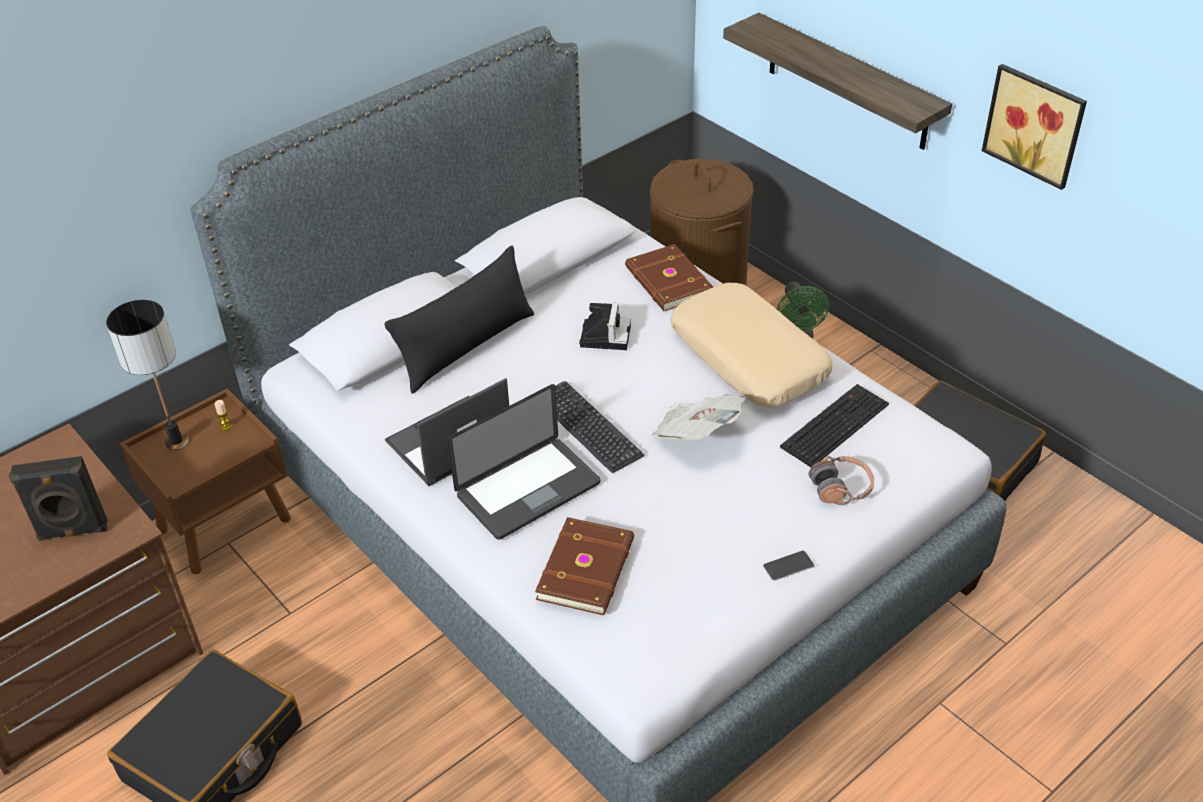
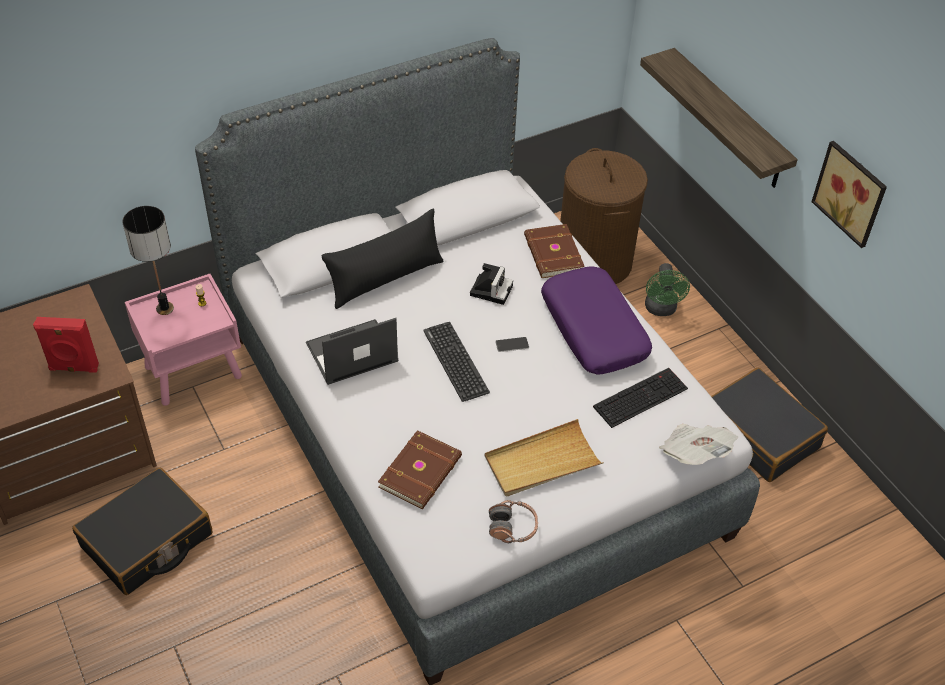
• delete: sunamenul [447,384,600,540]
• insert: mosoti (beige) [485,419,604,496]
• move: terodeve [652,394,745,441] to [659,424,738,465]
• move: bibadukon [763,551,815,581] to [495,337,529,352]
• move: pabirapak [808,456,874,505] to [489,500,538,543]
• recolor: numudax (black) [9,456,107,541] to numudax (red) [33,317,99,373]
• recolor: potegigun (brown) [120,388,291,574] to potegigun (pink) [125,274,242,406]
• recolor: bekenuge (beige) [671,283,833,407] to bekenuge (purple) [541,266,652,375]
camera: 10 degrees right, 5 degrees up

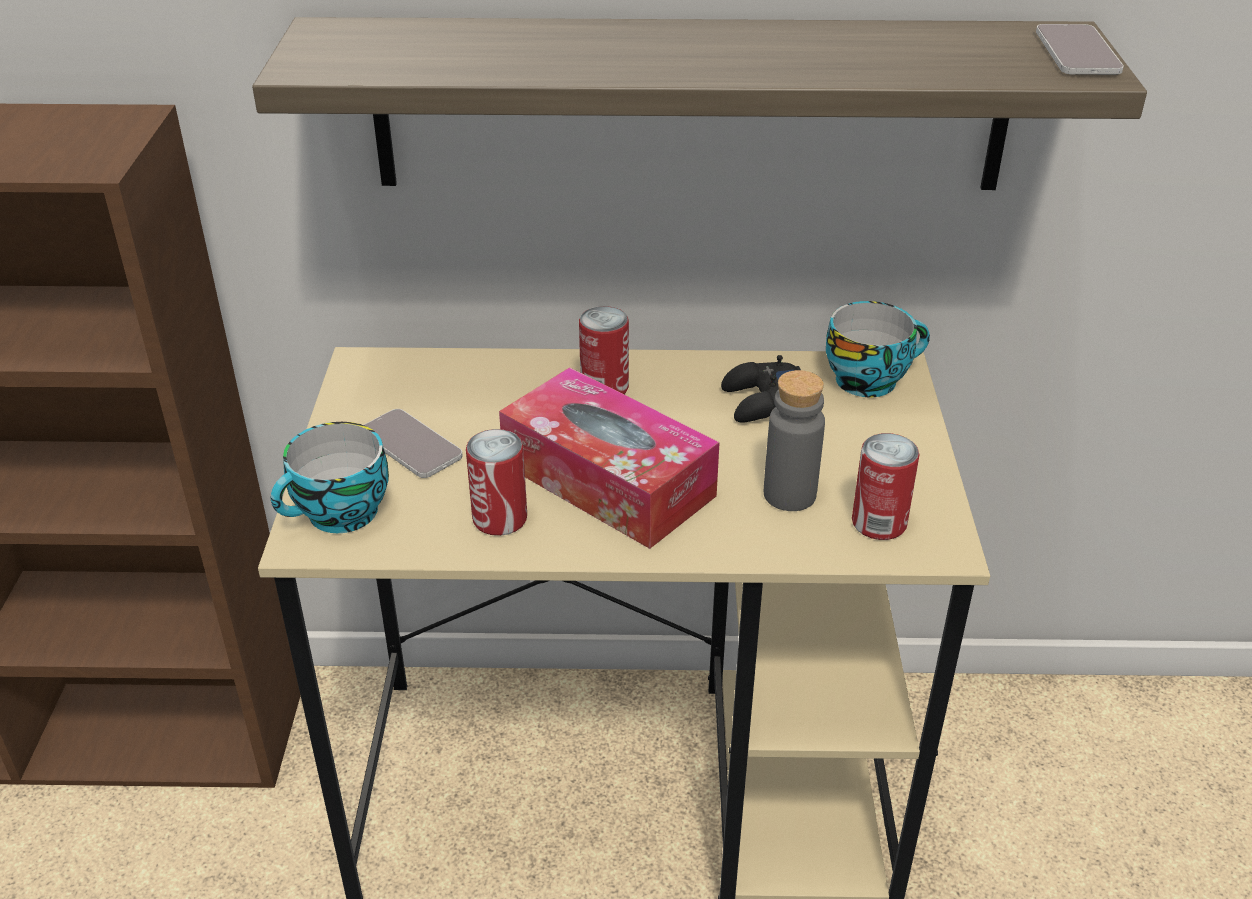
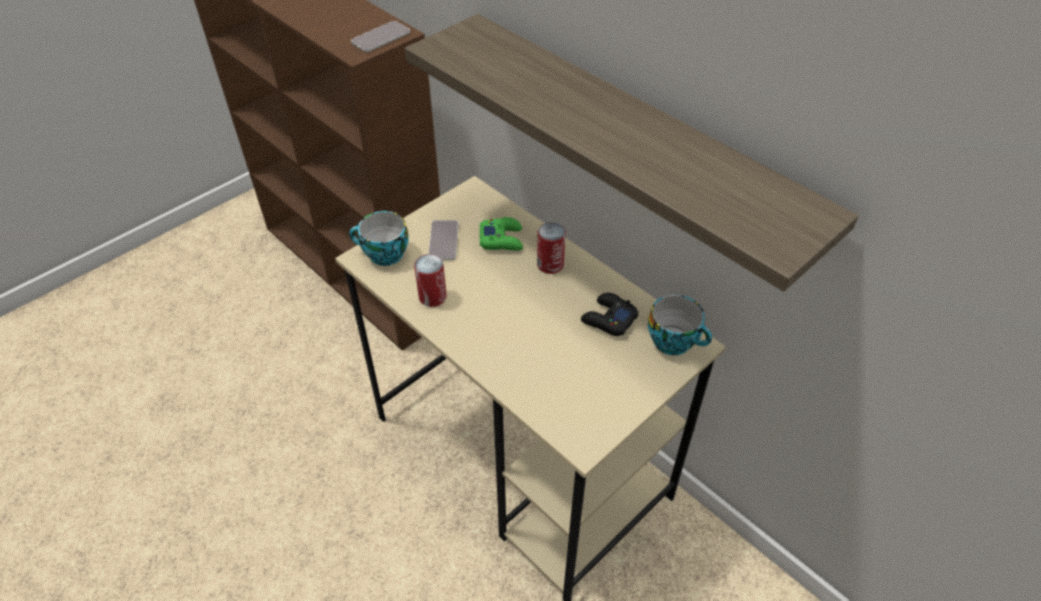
• delete: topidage [499,367,720,549]
• delete: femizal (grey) [764,370,825,511]
• delete: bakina [852,433,920,540]
• insert: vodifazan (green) [480,217,523,251]
• move: bibadukon [1036,24,1124,75] to [351,21,410,52]
camera: 45 degrees right, 10 degrees up

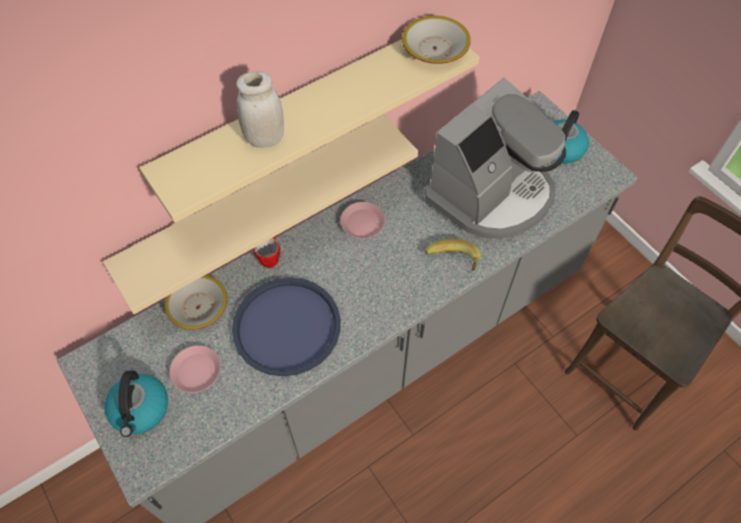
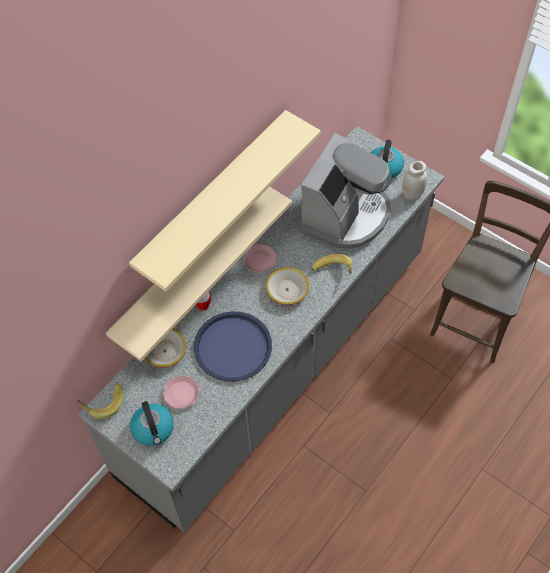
• insert: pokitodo [77,383,124,419]
• move: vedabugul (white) [236,71,284,148] to [402,161,427,200]
• move: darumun [402,16,471,64] to [266,267,309,305]
camera: 15 degrees left, 0 degrees up

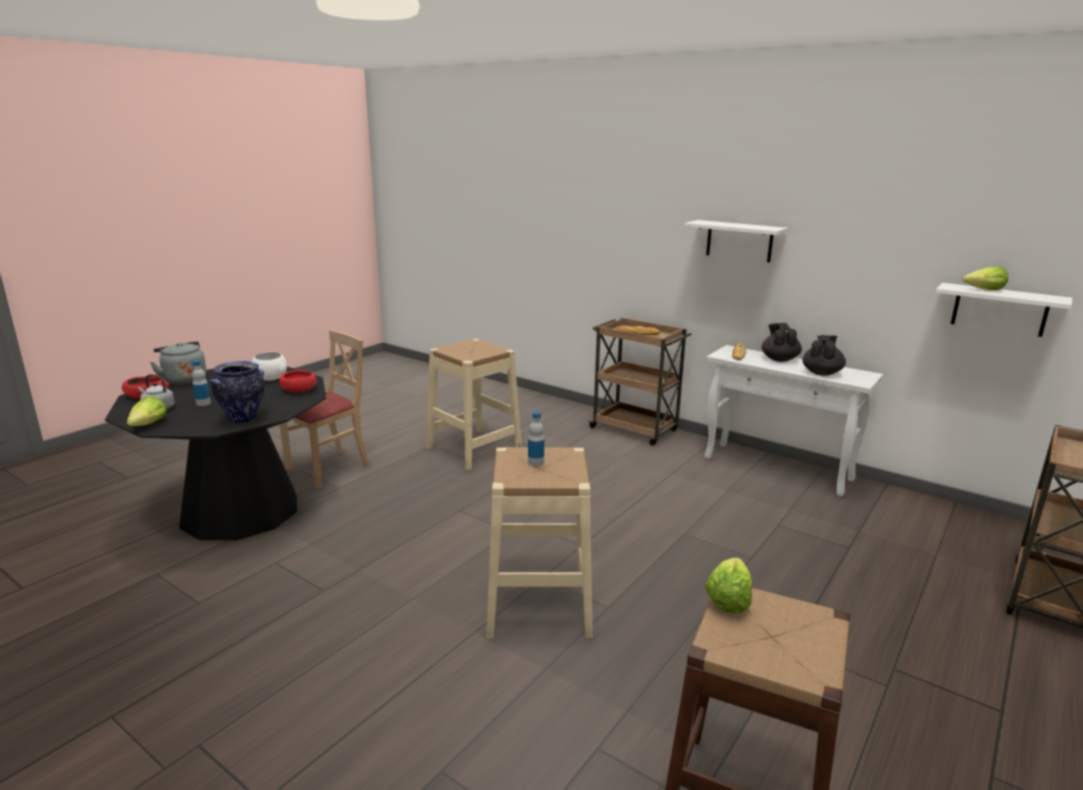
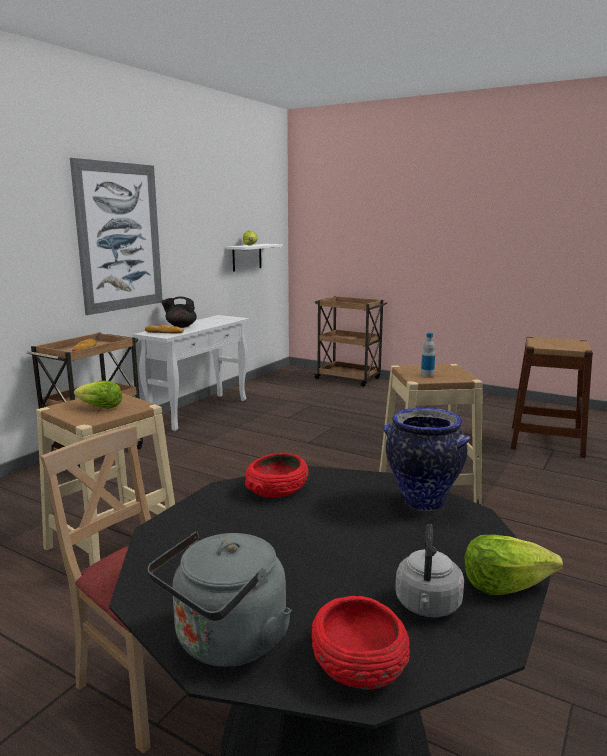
• delete: femizal [192,360,211,406]
• delete: darumun (white) [252,352,287,381]
• delete: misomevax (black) [803,335,846,376]
• move: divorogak [705,558,752,614] to [74,381,122,409]
• replace: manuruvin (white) [685,220,788,263] to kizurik [70,158,163,315]
camera: 95 degrees left, 5 degrees down

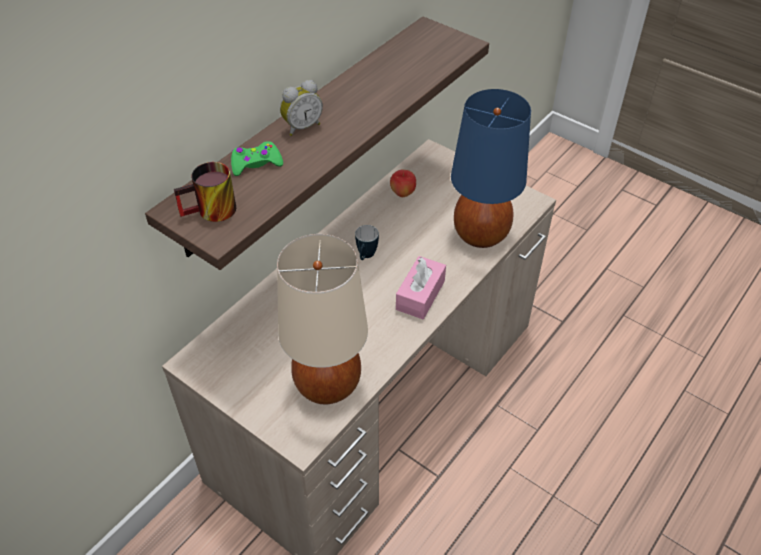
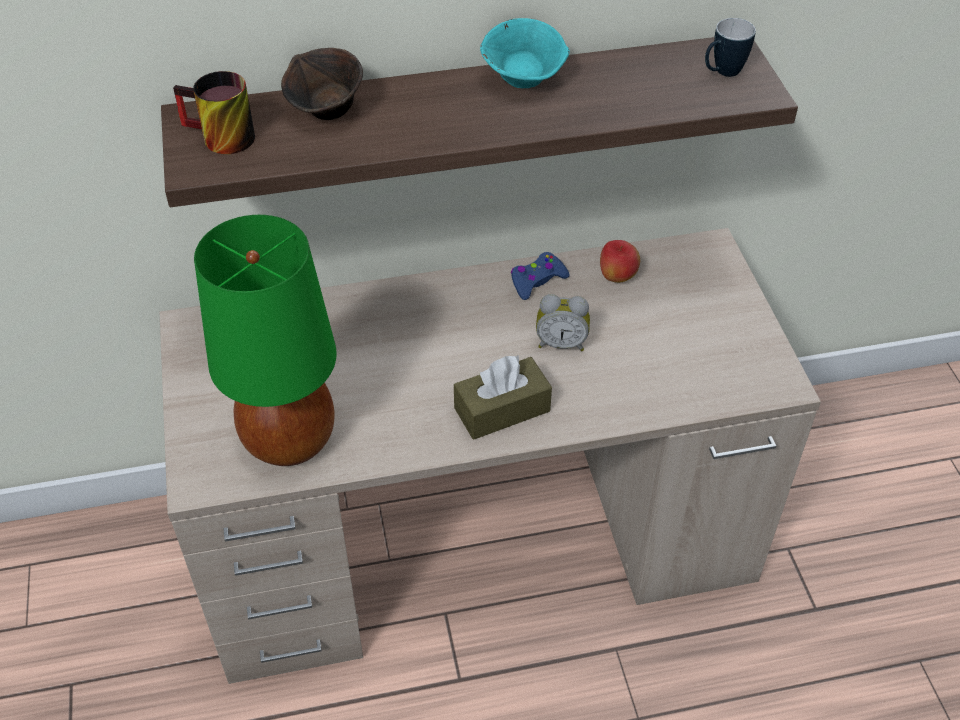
• delete: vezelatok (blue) [451,89,531,248]
• insert: darumun (turquoise) [480,18,570,88]
• insert: vodifazan (blue) [511,252,570,300]
• move: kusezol [280,80,323,136] to [536,294,590,351]
• move: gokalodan [355,225,379,260] to [705,18,756,77]
• replace: vodifazan (green) [231,141,283,176] to darumun (brown) [281,48,363,120]
• recolor: vezelatok (beige) [277,234,368,404] to vezelatok (green) [194,215,337,466]
• recolor: topidage (pink) [396,256,446,319] to topidage (brown) [454,355,552,440]
camera: 40 degrees right, 0 degrees up

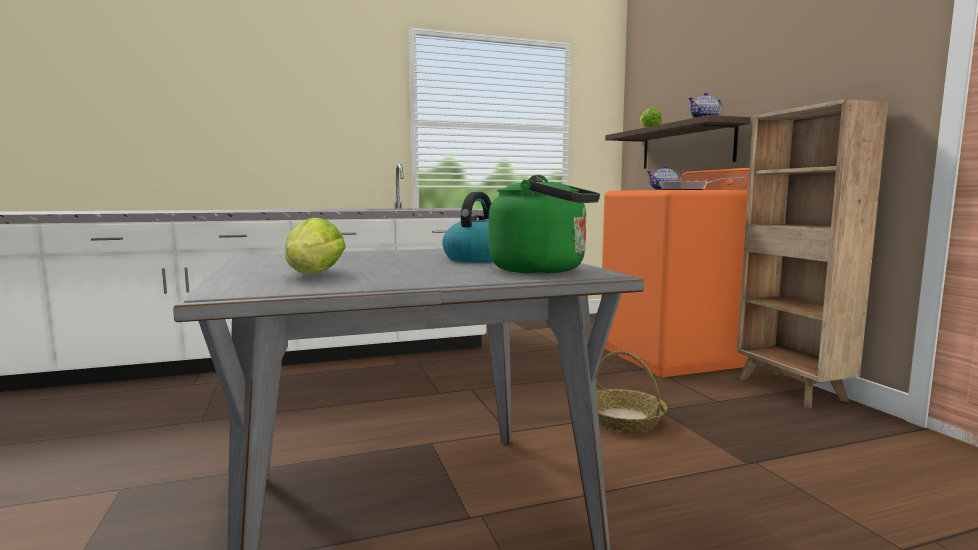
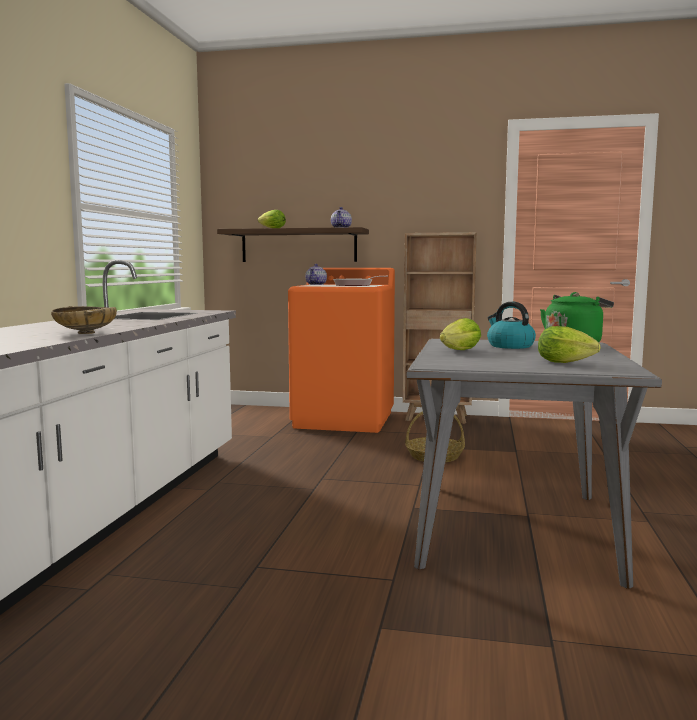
• insert: darumun (beige) [51,306,117,334]
• insert: divorogak [440,318,481,350]
camera: 60 degrees left, 0 degrees up

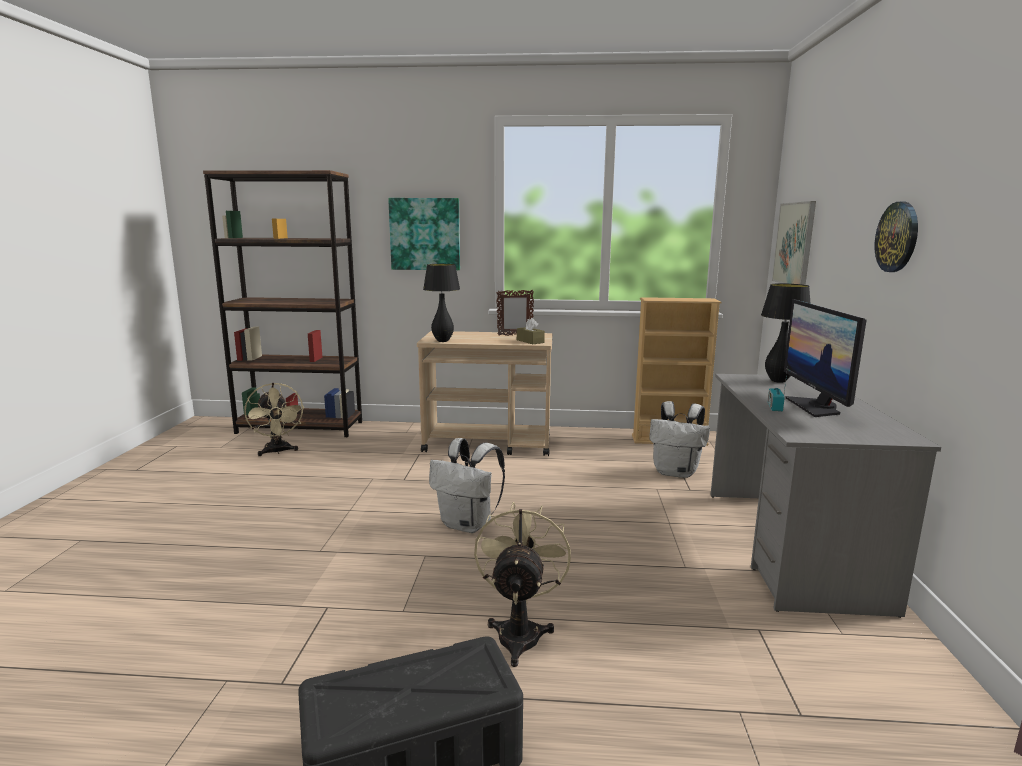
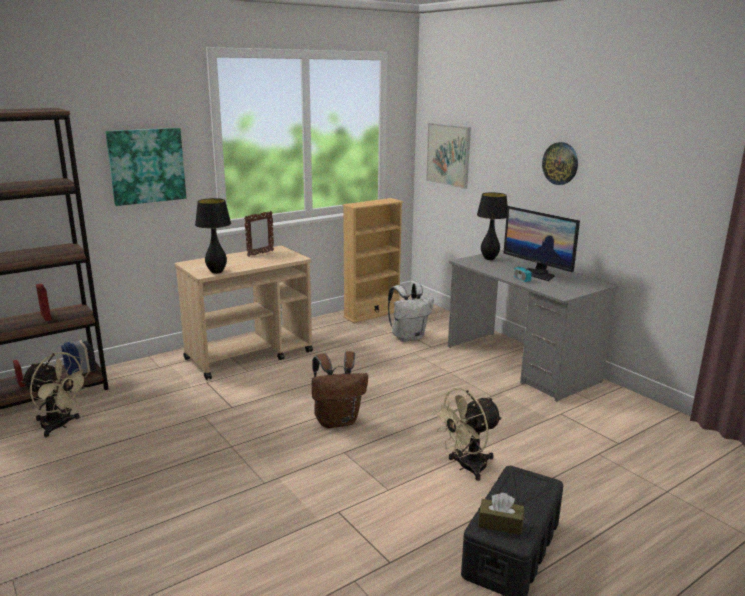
• move: topidage (brown) [517,318,545,344] to [478,493,524,535]
• recolor: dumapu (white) [429,438,505,533] to dumapu (brown) [311,351,368,428]
• rotate: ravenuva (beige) [474,502,571,667] = [432,388,502,481] 90 degrees counterclockwise
camera: 40 degrees left, 5 degrees up

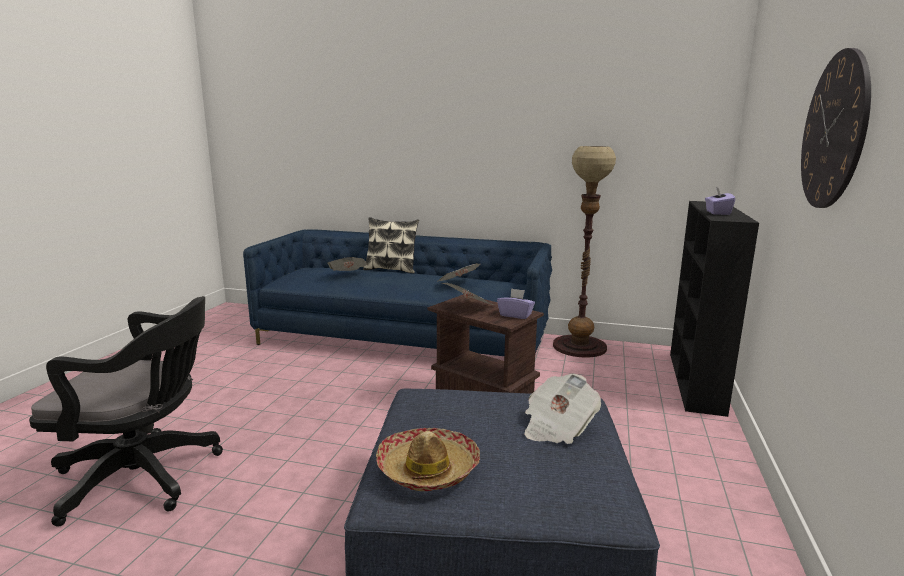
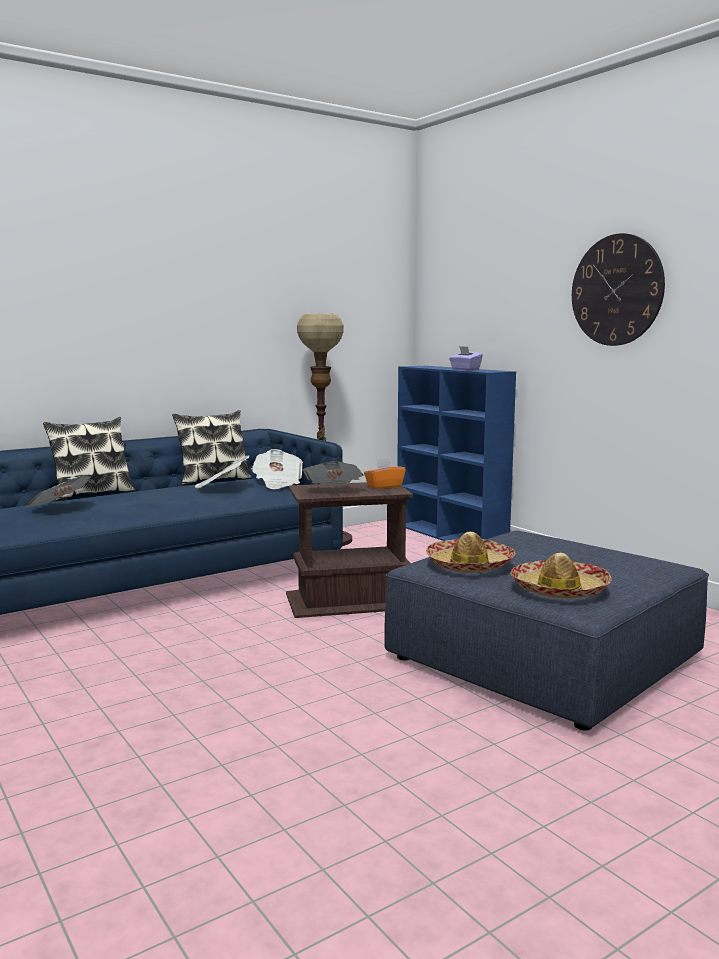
• delete: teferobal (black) [29,296,223,527]
• insert: bekenuge [172,410,251,485]
• insert: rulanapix [426,532,515,573]
• move: terodeve [524,374,601,444] to [252,449,303,489]
• recolor: topidage (purple) [497,288,535,319] to topidage (orange) [364,457,406,489]
• recolor: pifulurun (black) [670,201,759,417] to pifulurun (blue) [397,366,516,541]
camera: 50 degrees left, 5 degrees down

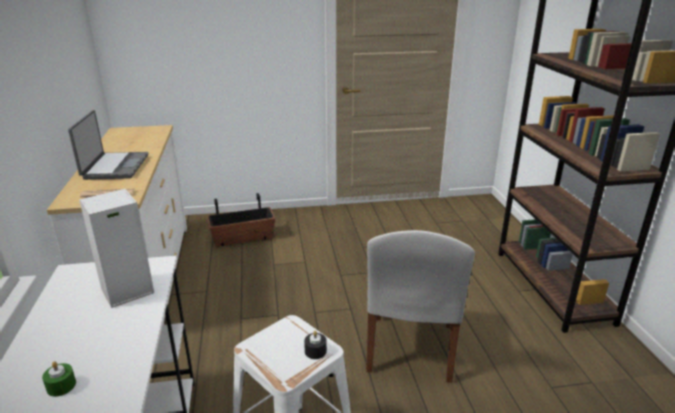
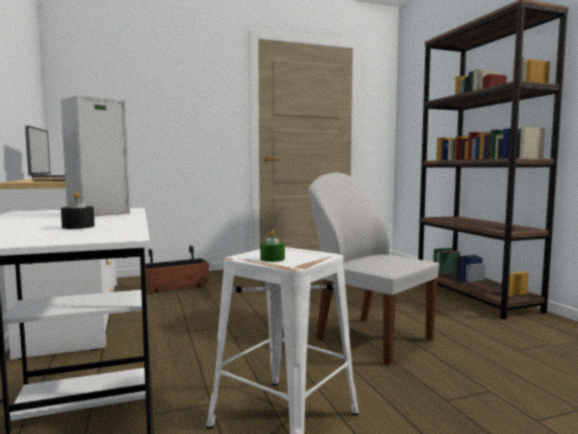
• move: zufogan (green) [42,361,76,397] to [260,230,285,262]
• move: zufogan (black) [304,330,327,359] to [61,191,95,229]
• rotate: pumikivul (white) [366,230,475,383] = [308,172,439,365] 135 degrees clockwise
camera: 10 degrees left, 20 degrees down

